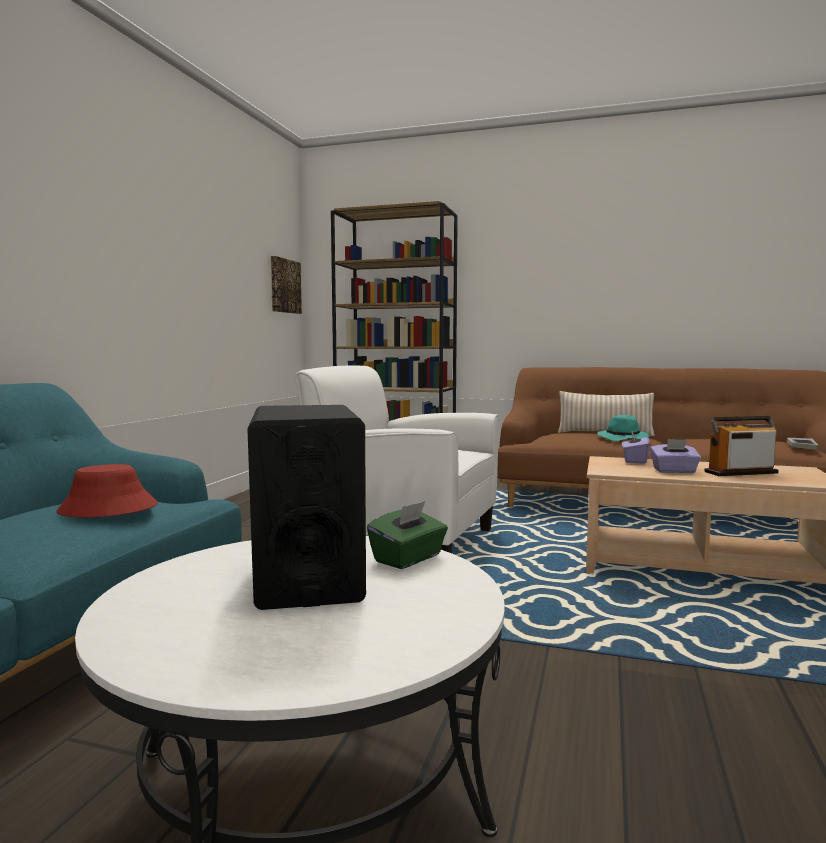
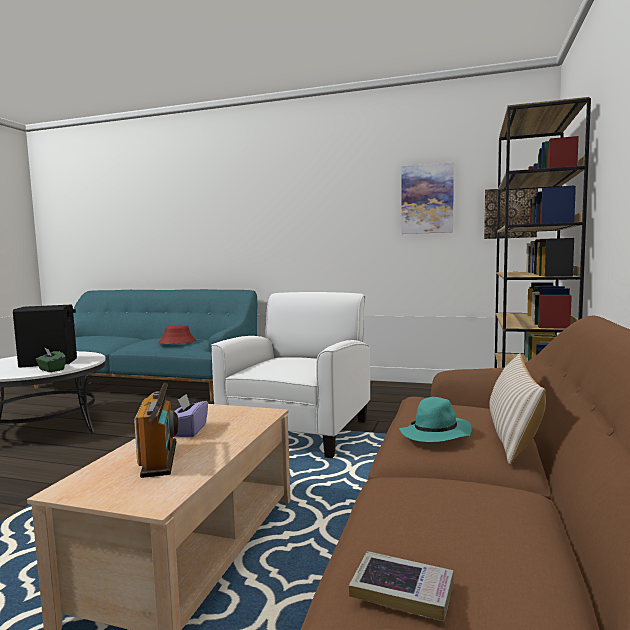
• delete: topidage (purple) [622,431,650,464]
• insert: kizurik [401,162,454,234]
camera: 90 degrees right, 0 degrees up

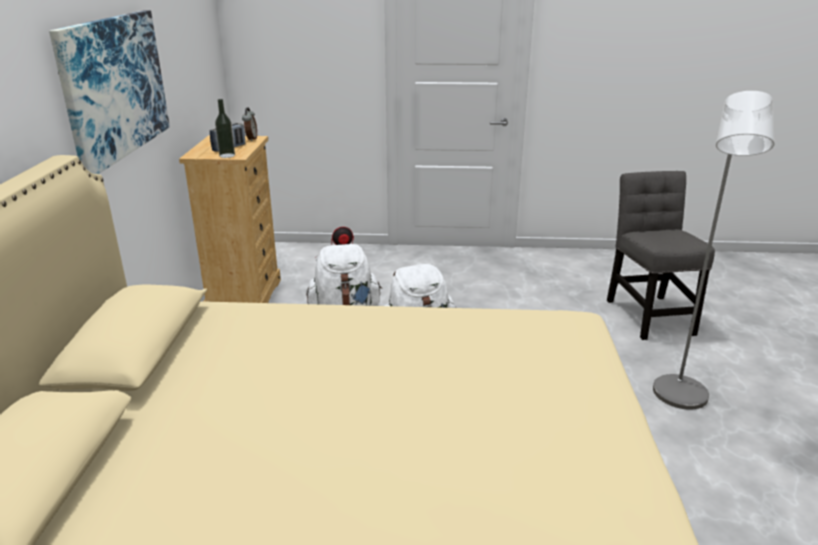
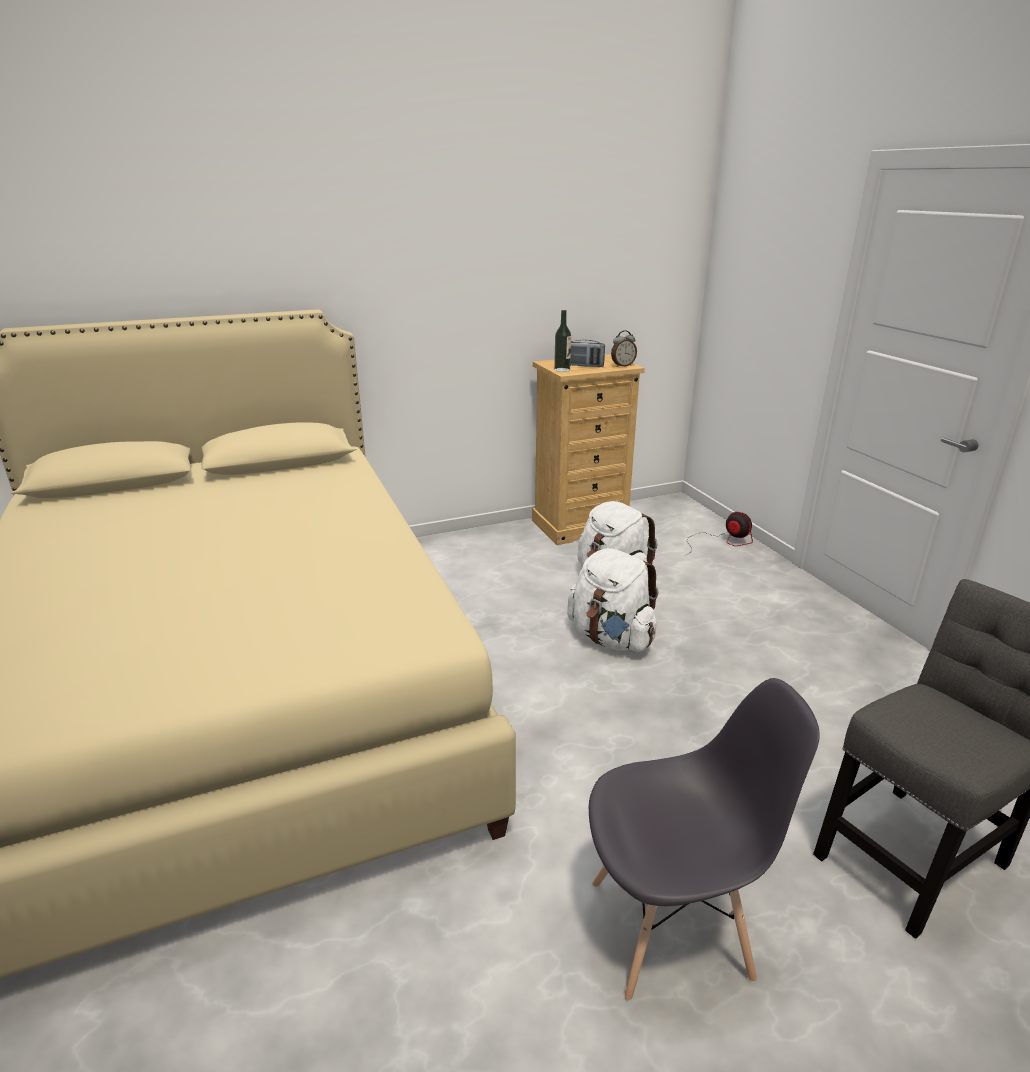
• delete: kizurik [49,10,170,174]
• replace: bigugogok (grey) [653,91,775,410] to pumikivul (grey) [589,678,820,1001]
camera: 65 degrees right, 0 degrees up

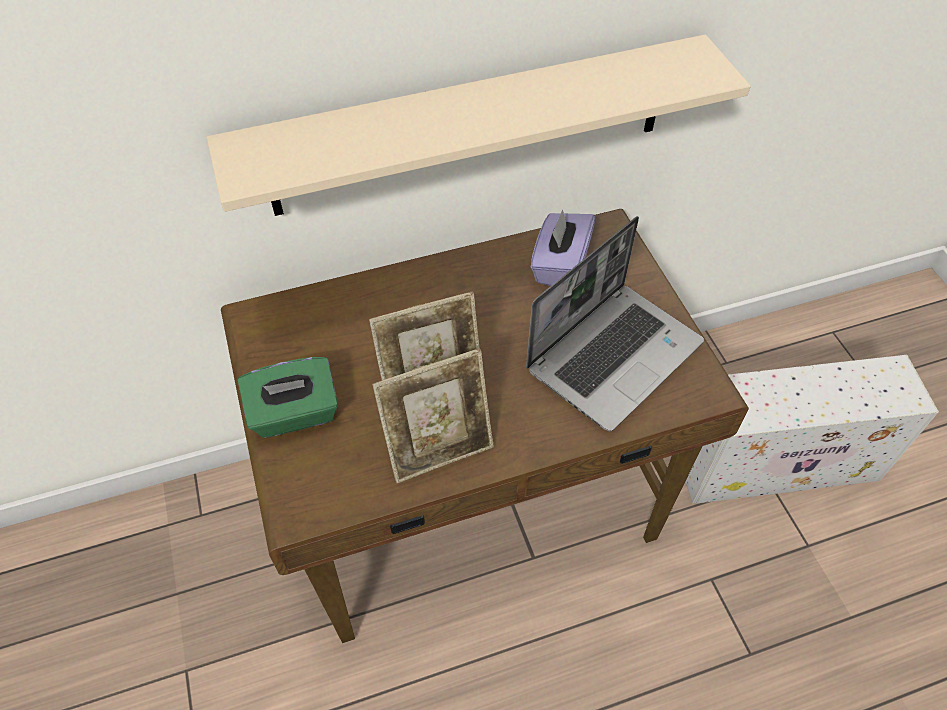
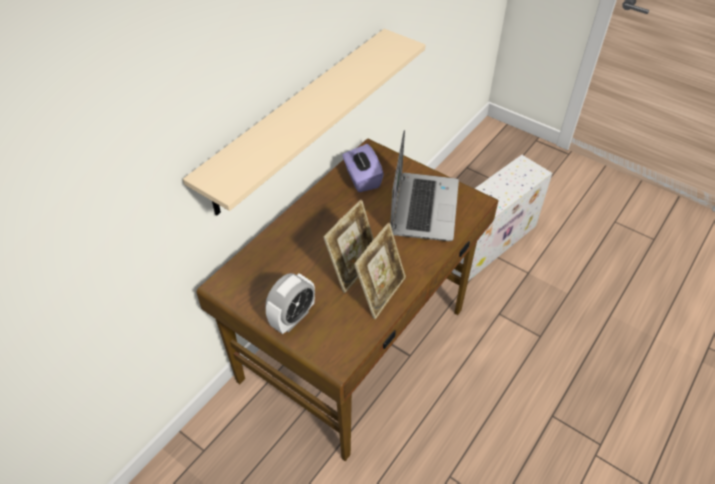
• replace: topidage (green) [238,357,338,438] to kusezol [265,273,315,334]
camera: 35 degrees left, 5 degrees down

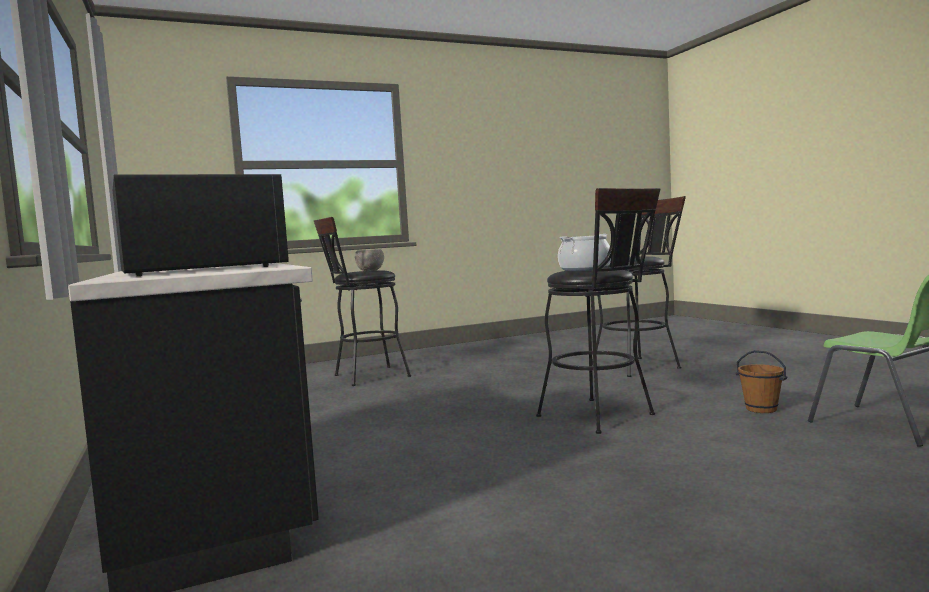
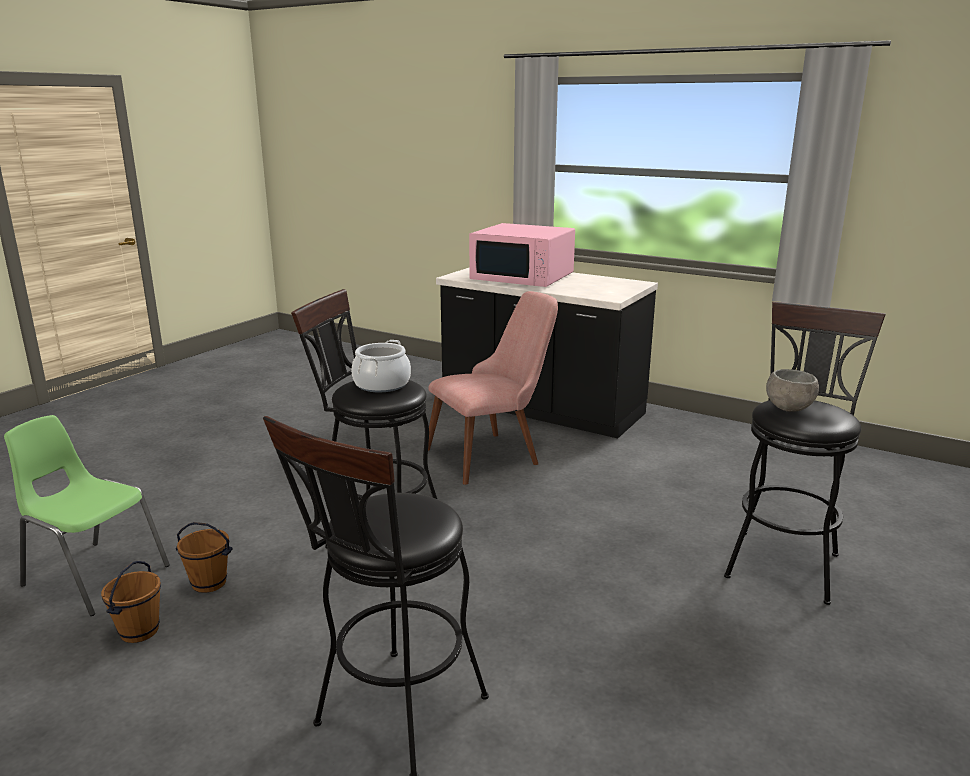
• insert: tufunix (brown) [101,561,161,643]
• insert: pumikivul (pink) [428,291,558,485]
• recolor: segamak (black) [113,174,289,276] to segamak (pink) [469,223,575,287]
camera: 145 degrees right, 15 degrees up

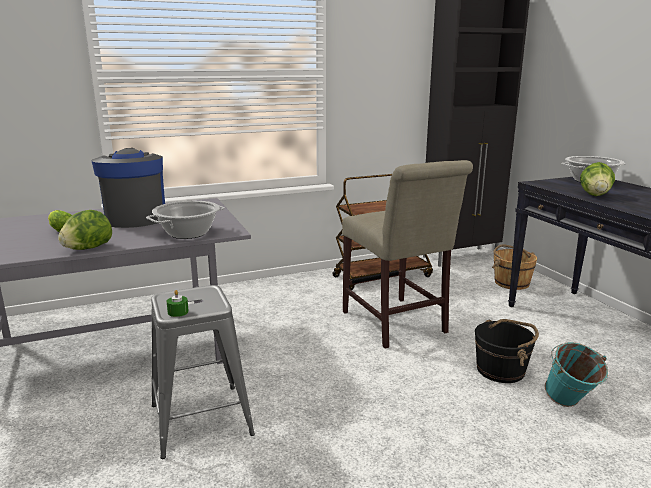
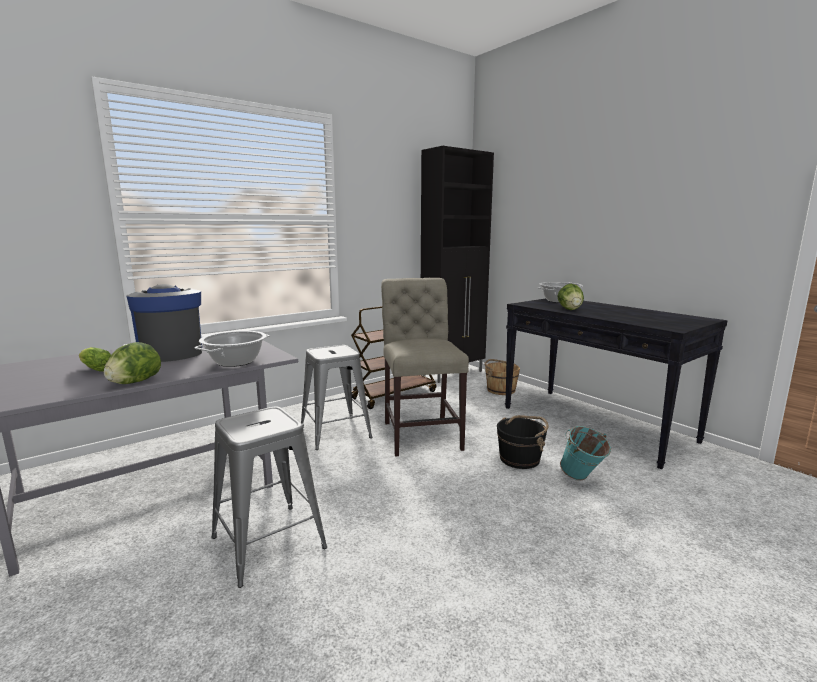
• delete: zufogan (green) [167,290,189,317]
• insert: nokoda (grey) [301,345,372,450]
• rotate: pumikivul (beige) [342,160,473,349] = [381,278,469,457] 150 degrees counterclockwise
camera: 15 degrees left, 5 degrees down

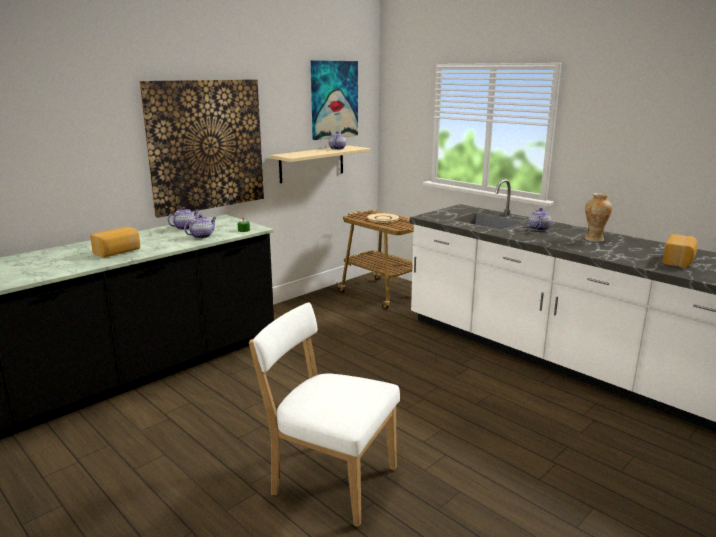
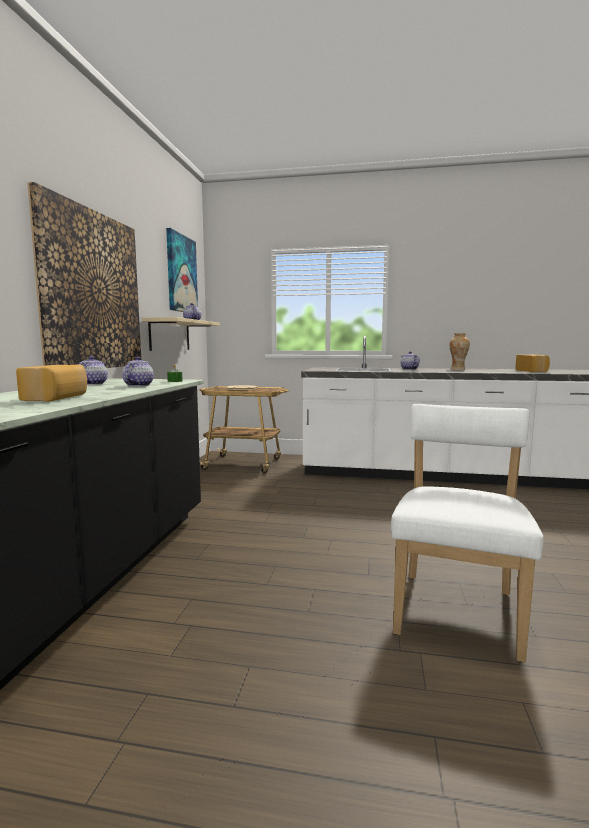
• rotate: pumikivul (white) [249,303,400,527] = [391,404,544,662] 120 degrees clockwise
camera: 35 degrees left, 10 degrees down

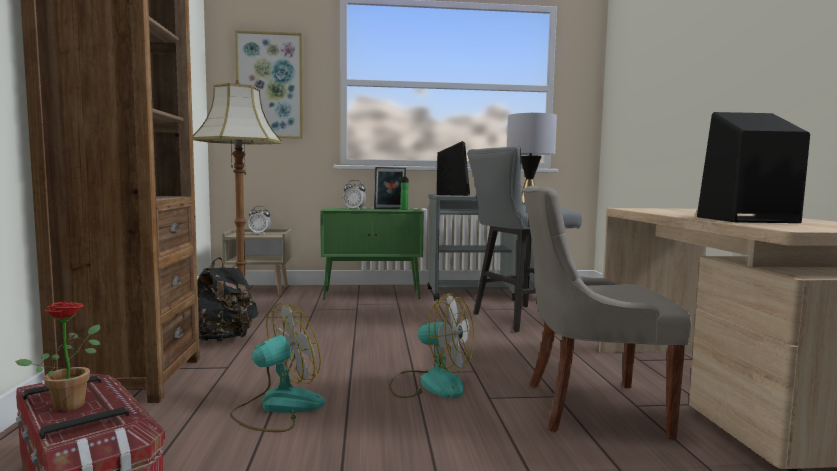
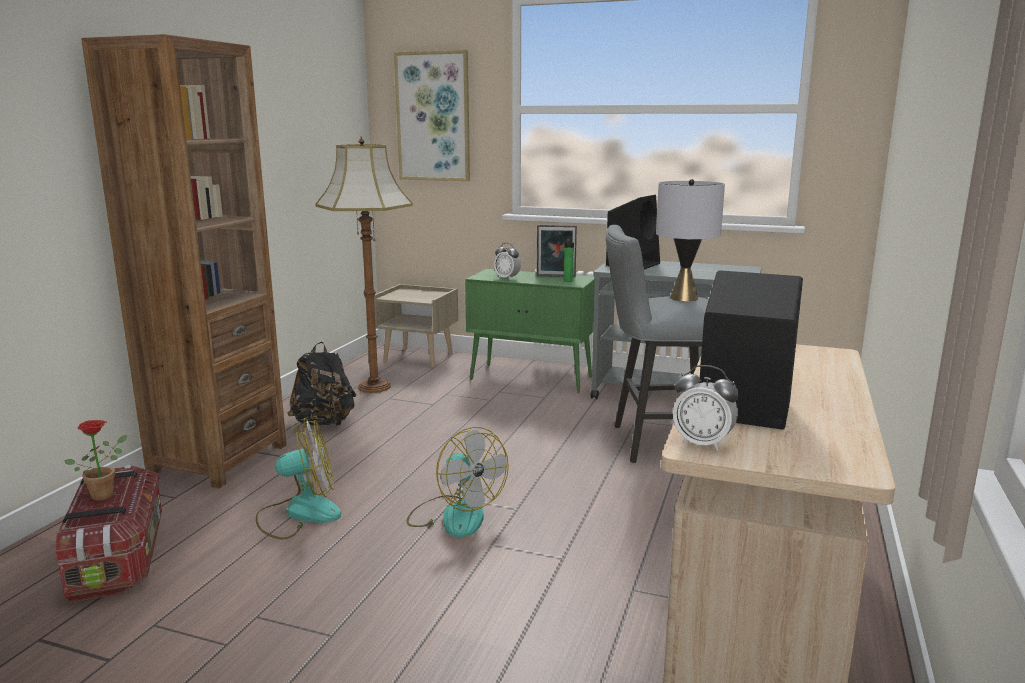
• delete: pumikivul (grey) [523,186,692,439]
• move: kusezol [248,206,271,235] to [673,365,739,451]
camera: 25 degrees right, 10 degrees up

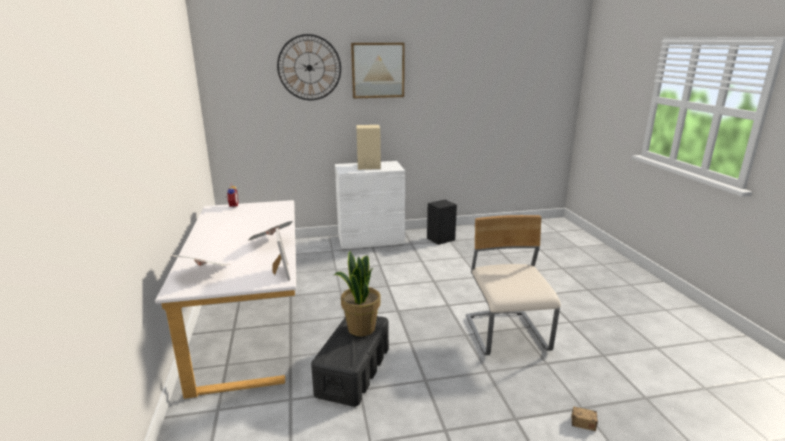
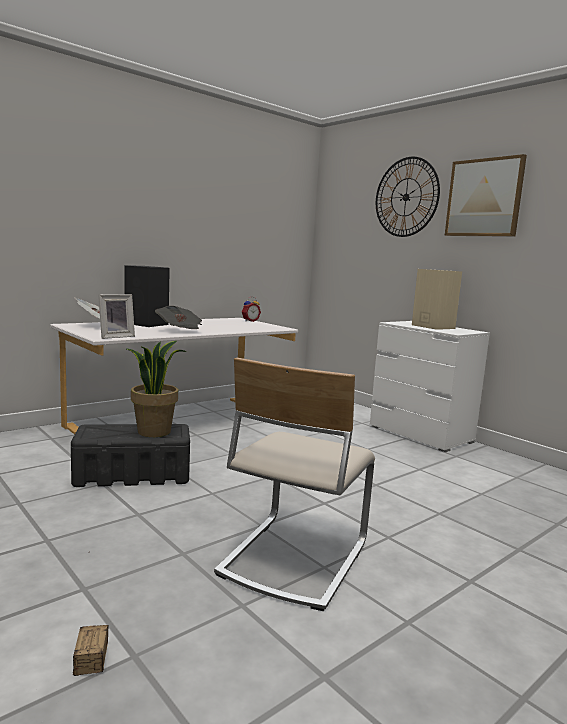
• move: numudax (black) [427,200,457,245] to [124,265,170,327]
• rotate: pumikivul (beige) [466,215,561,355] = [214,358,375,611] 150 degrees clockwise
camera: 60 degrees right, 10 degrees down

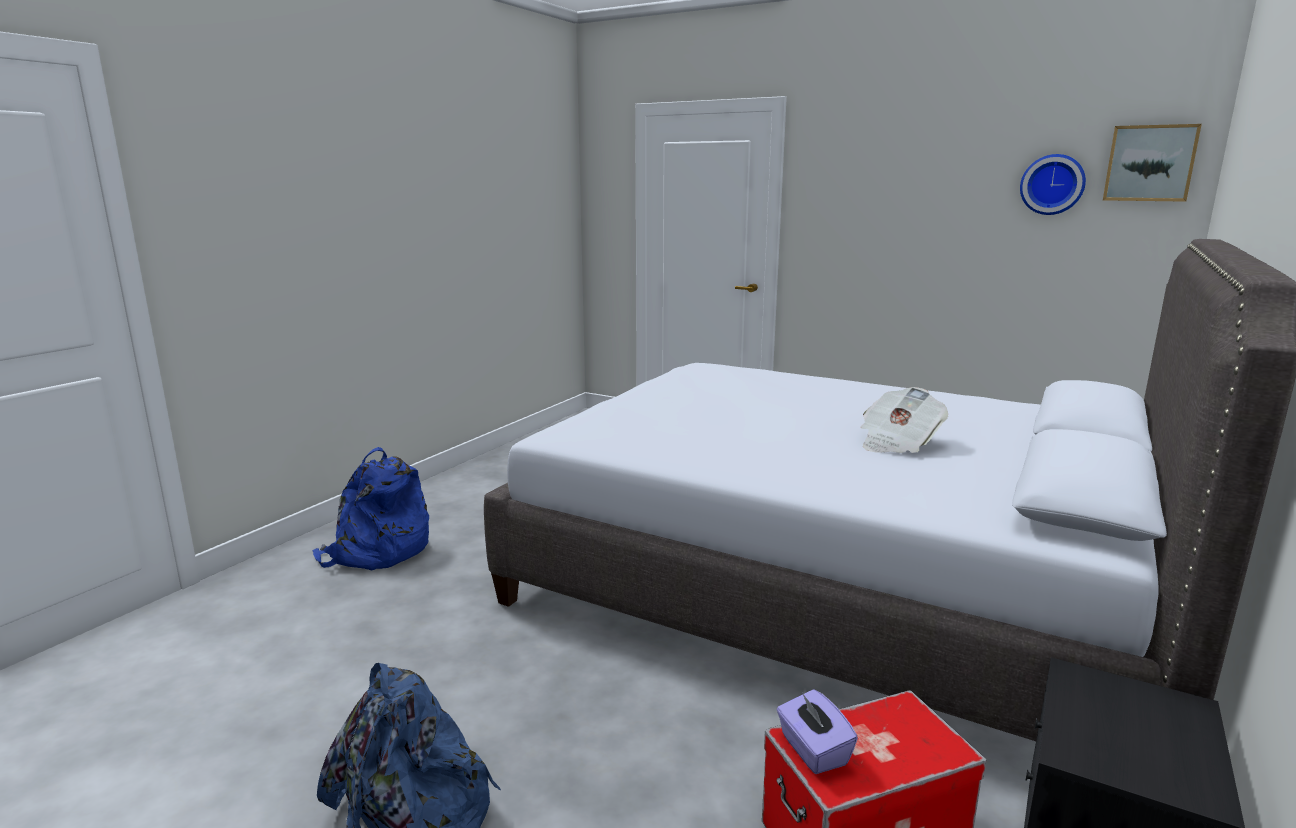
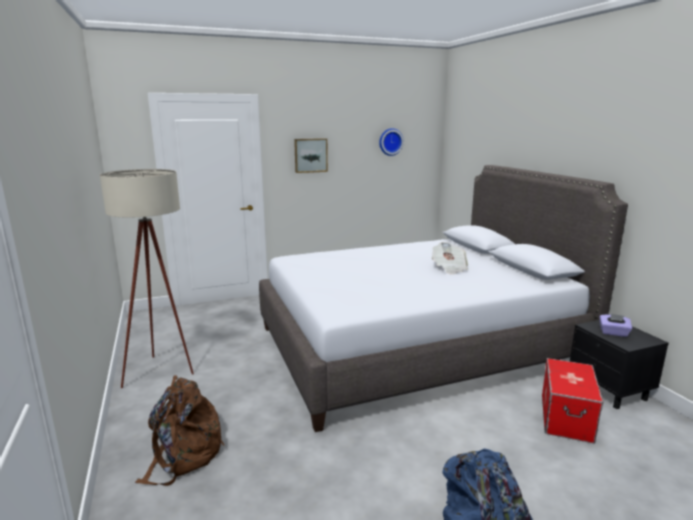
• insert: bigugogok (beige) [100,169,194,388]
• move: topidage (purple) [777,689,858,774] to [600,314,632,337]
• move: kizurik [1103,124,1202,202] to [294,138,328,173]
• recolor: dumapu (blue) [312,447,429,570] to dumapu (brown) [135,375,224,486]
camera: 50 degrees left, 0 degrees up

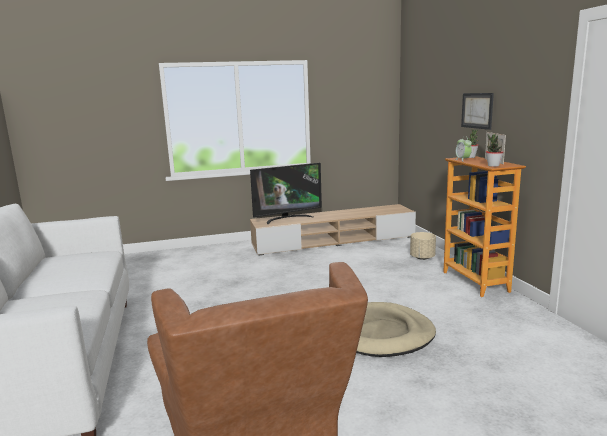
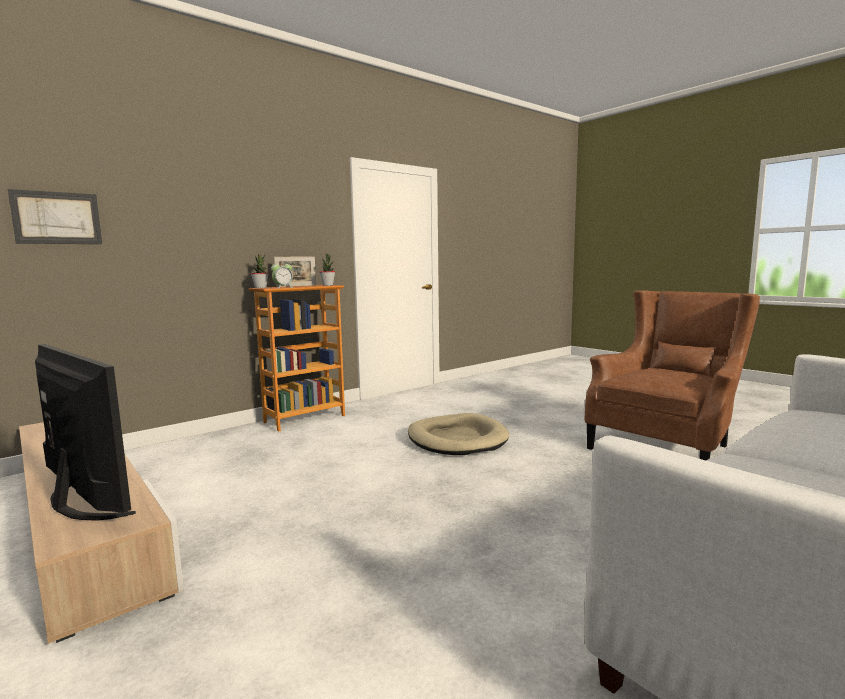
• delete: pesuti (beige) [410,232,436,260]
• move: kizurik [461,93,494,130] to [8,189,102,244]
camera: 115 degrees left, 5 degrees down

